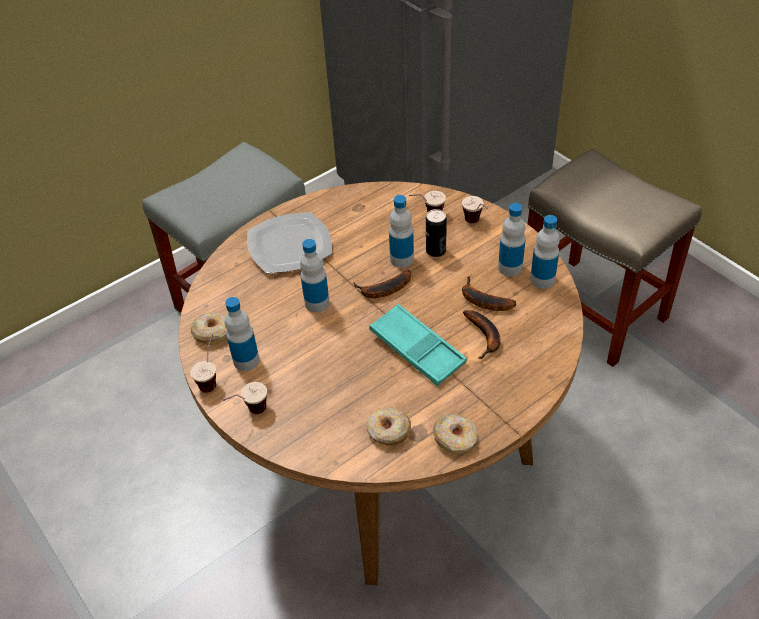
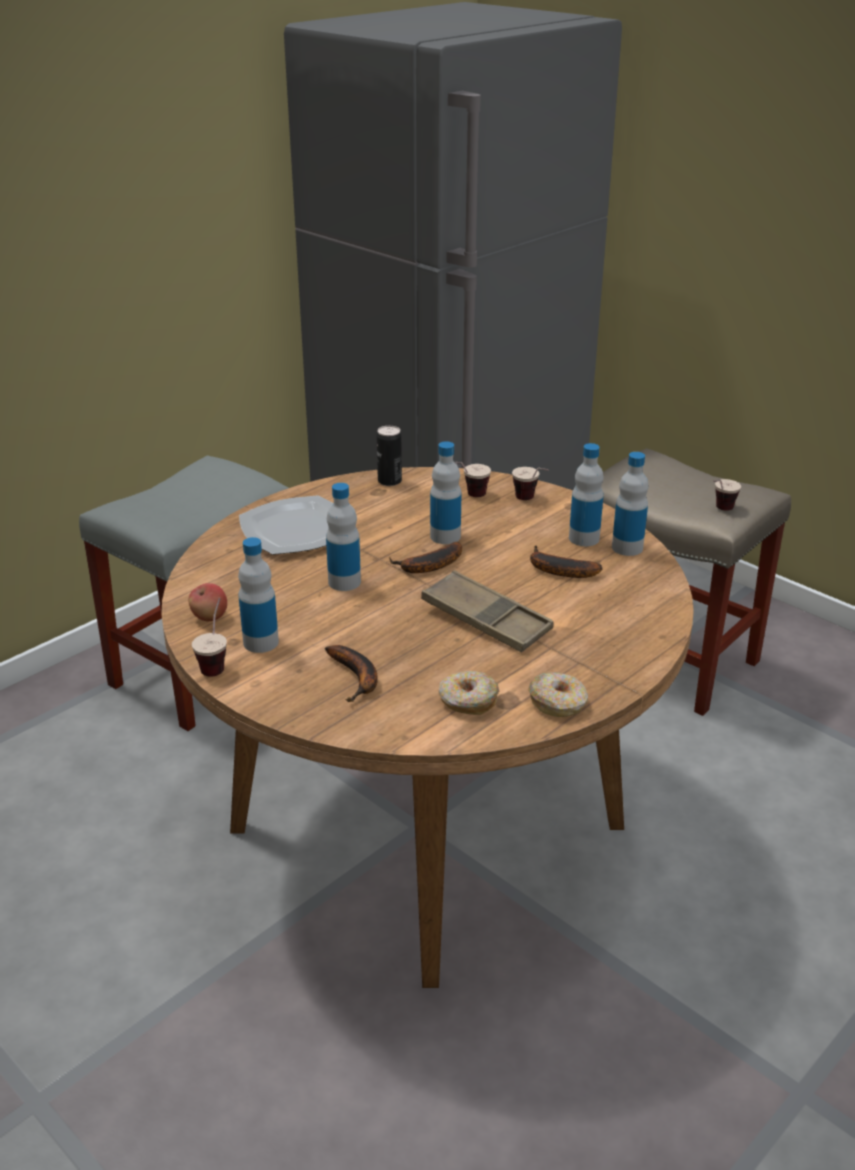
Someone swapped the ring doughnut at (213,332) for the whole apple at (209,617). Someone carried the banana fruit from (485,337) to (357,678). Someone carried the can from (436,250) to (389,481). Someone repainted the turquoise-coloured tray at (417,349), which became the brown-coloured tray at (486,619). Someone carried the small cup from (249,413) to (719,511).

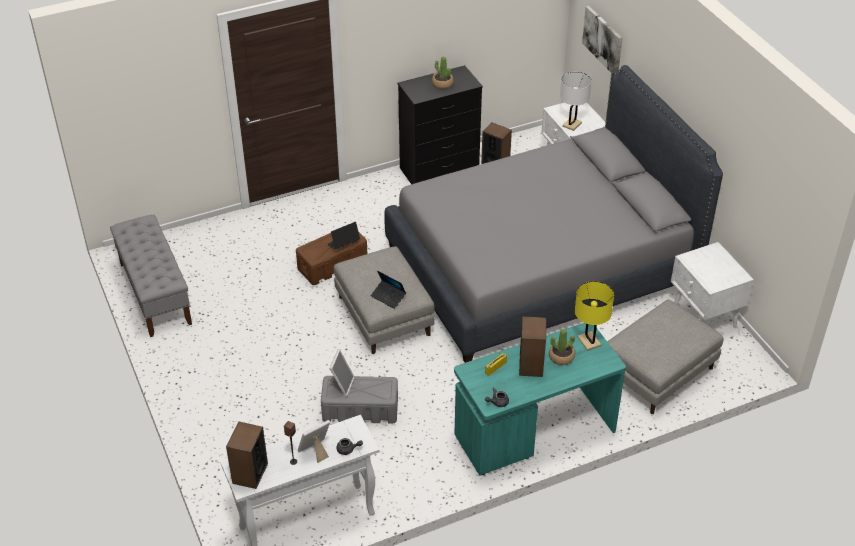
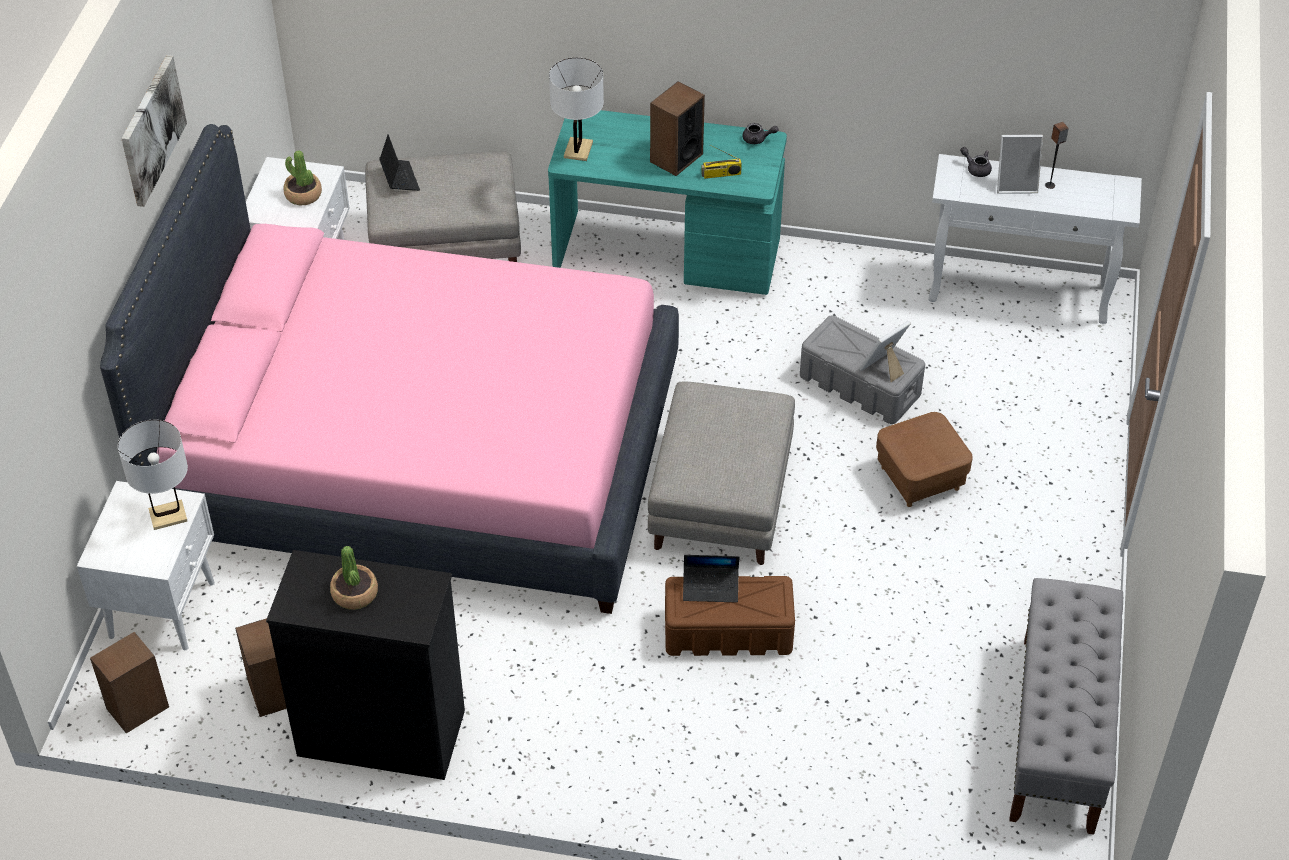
Someone carried the audio speaker from (249,473) to (138,708). Someone repainted the gray bed at (541,266), which became the pinkish bed at (420,456). Someone carried the wall picture from (603,40) to (151,130). Someone carried the potted plant from (561,357) to (303,195). Someone carried the notebook computer from (388,297) to (399,178). Someone repainted the yellowish table lamp at (589,341), which became the white table lamp at (578,150). Someone put down the brown-coloured pouffe at (920,478).

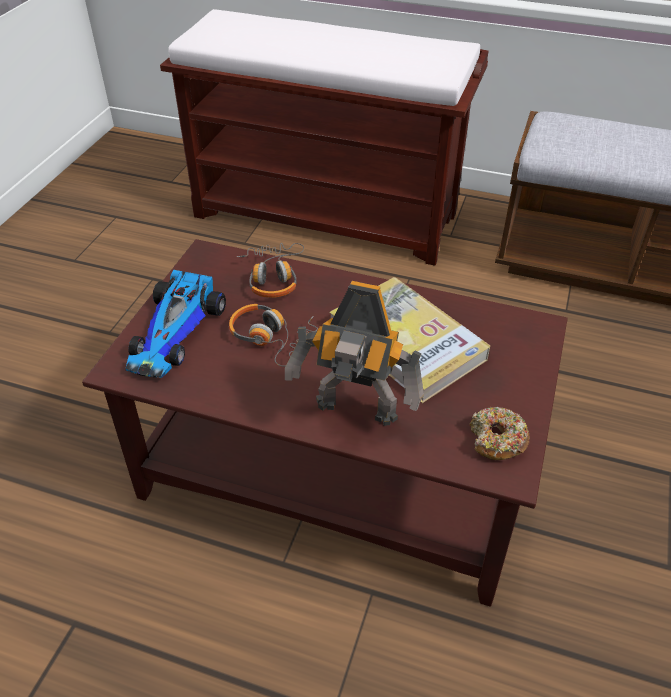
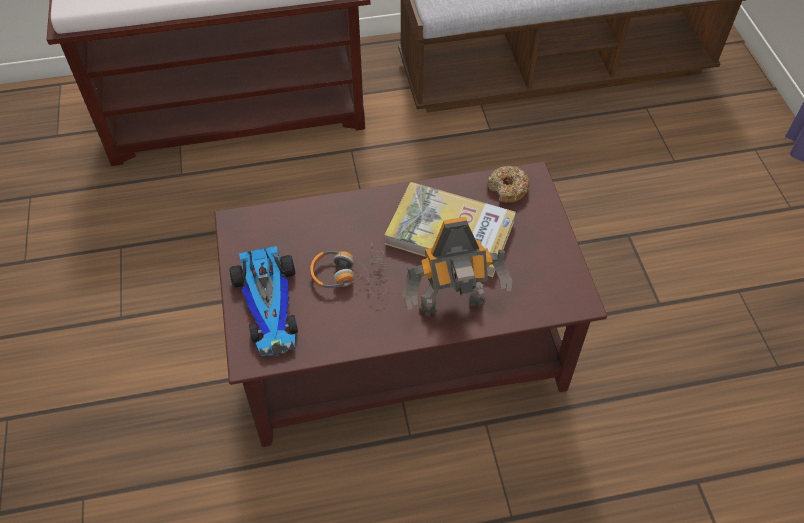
Someone carried the ring doughnut from (496,440) to (508,189). Someone took away the headphones at (273,277).

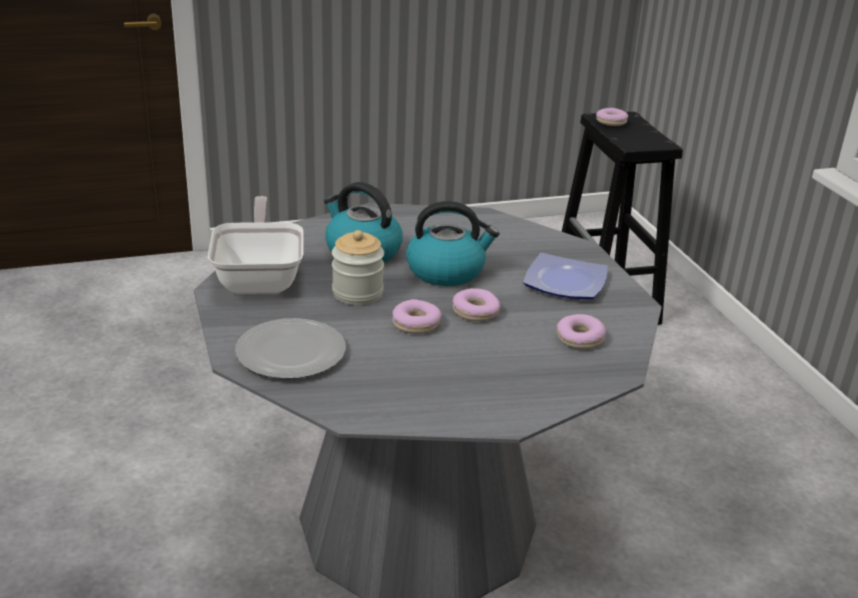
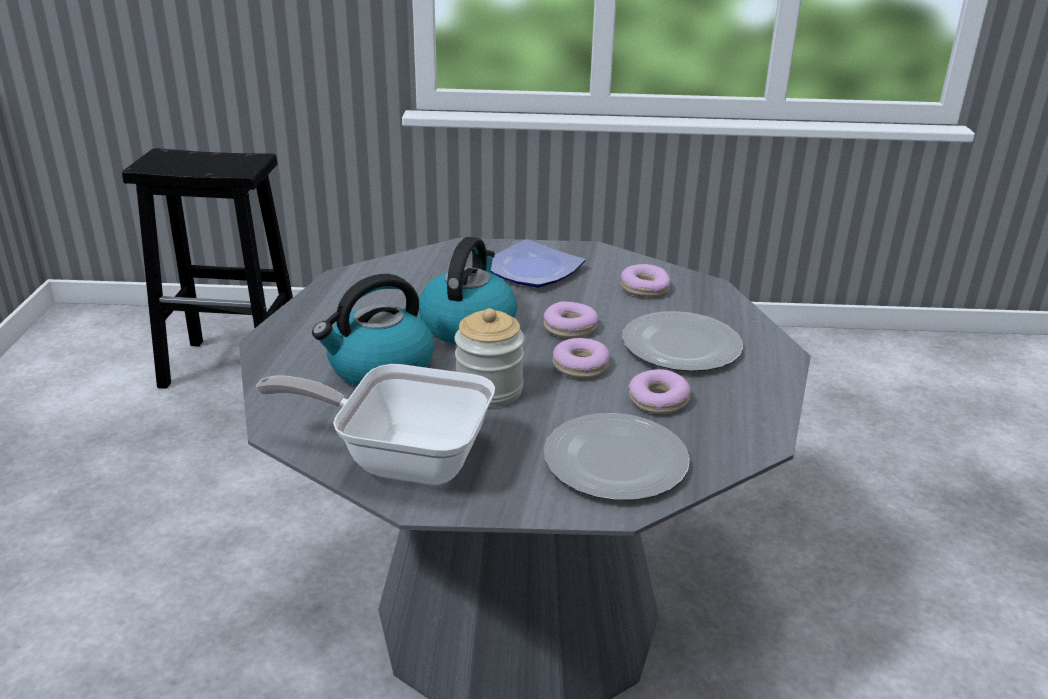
Someone put down the dinner plate at (682,345). Someone carried the ring doughnut from (611,122) to (658,400).

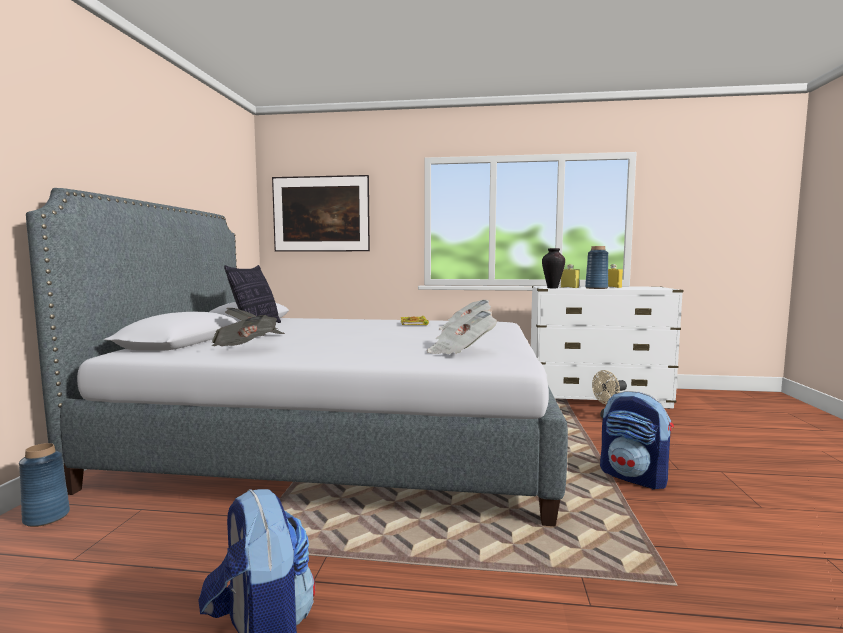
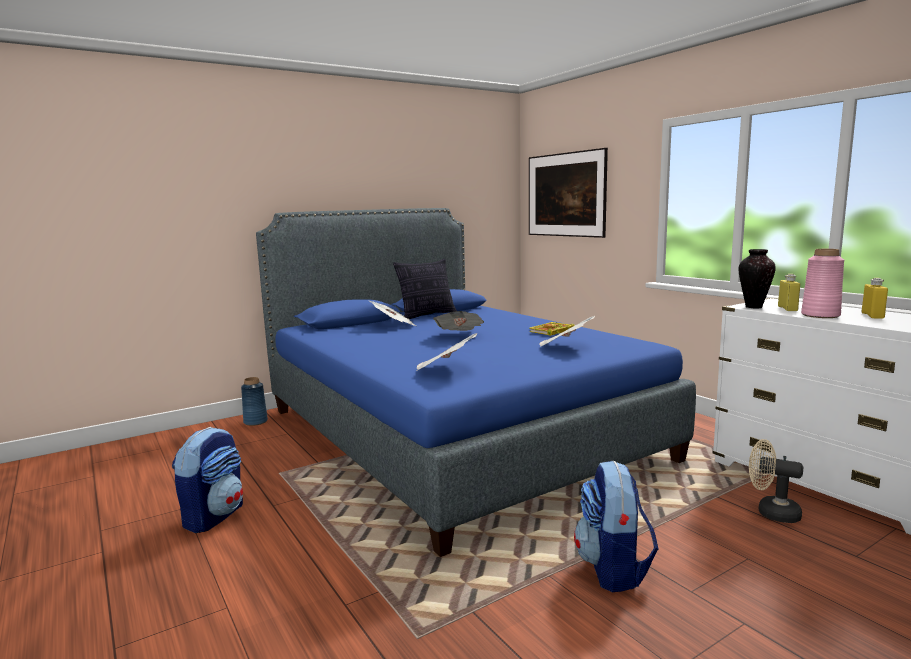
Someone repainted the gray bed at (341,442), which became the blue-coloured bed at (453,433). Someone carried the daily paper from (245,349) to (459,335). Someone repainted the blue-coloured decorative vase at (596,288), which became the pinkish decorative vase at (820,315).

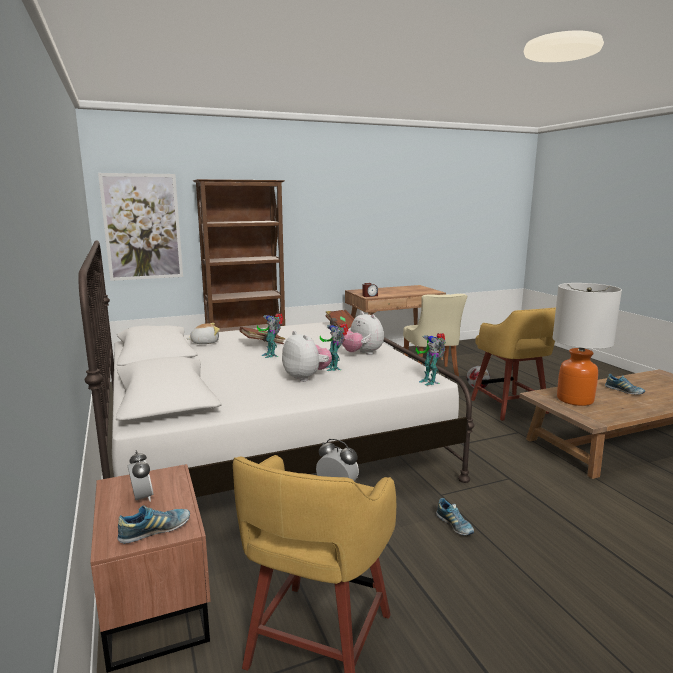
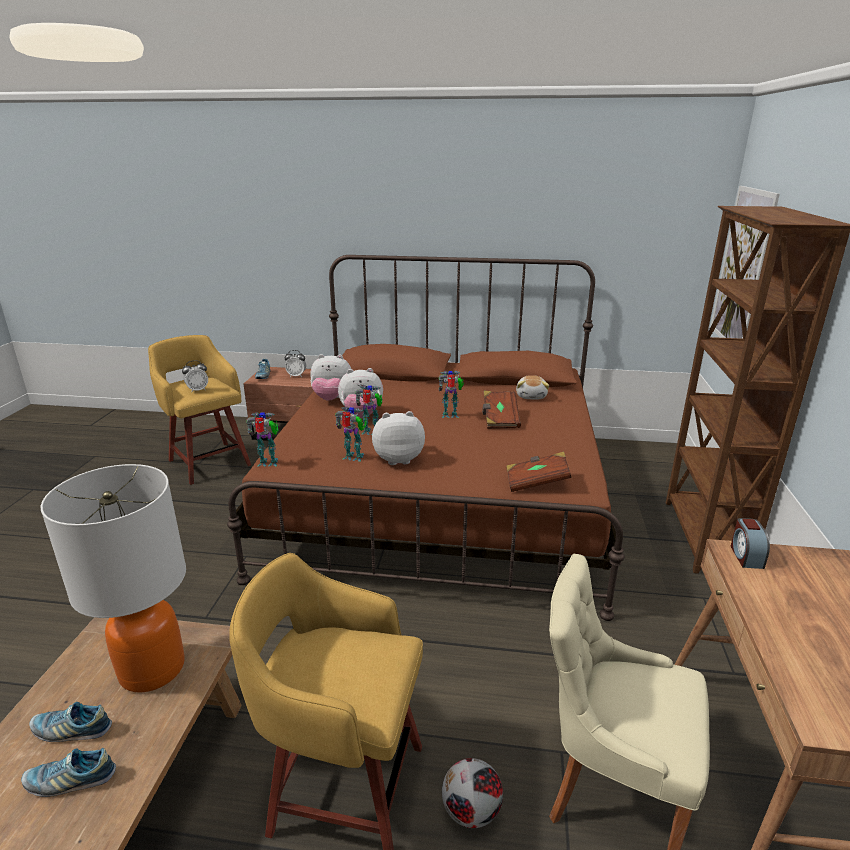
Someone carried the shoe from (454,525) to (72,730). Someone repainted the white bed at (267,443), which became the brown-coloured bed at (440,497). Someone put down the plush toy at (331,399). Someone put down the toy robot at (354,458).

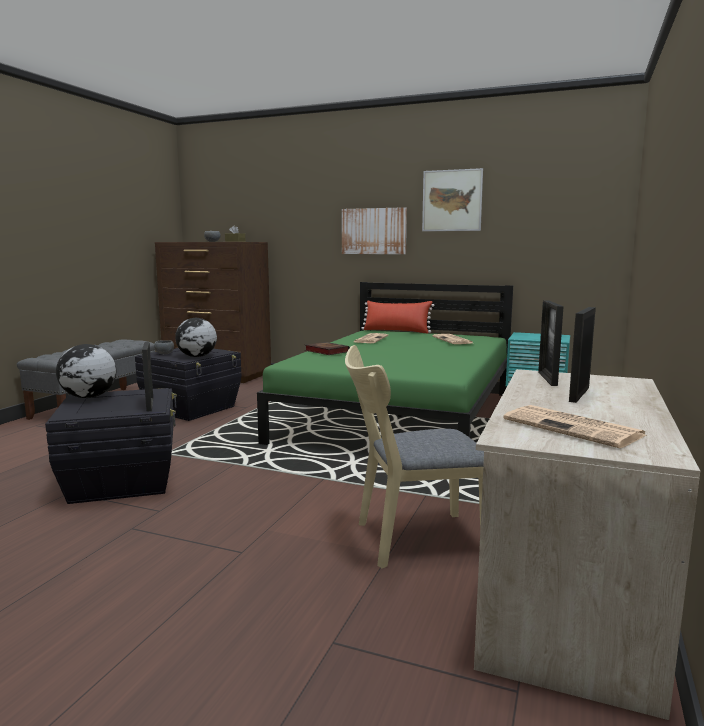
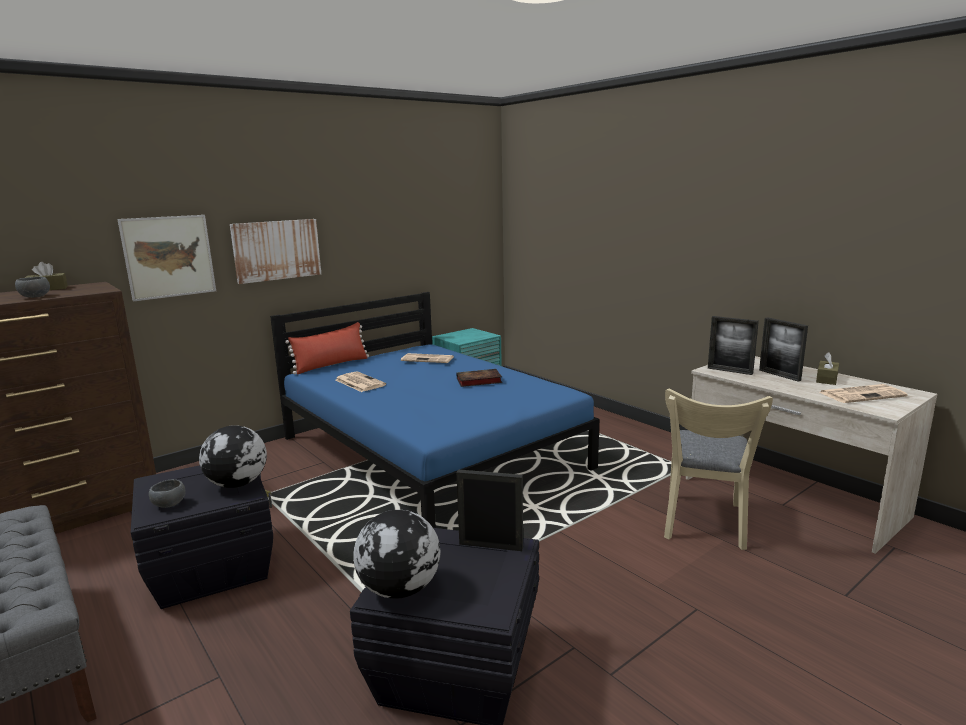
Someone carried the wall picture from (452,200) to (169,257). Someone repainted the green-coloured bed at (401,416), which became the blue-coloured bed at (431,452). Someone carried the book from (325,351) to (478,381). Someone put down the brown-coloured tissue holder at (826,379).

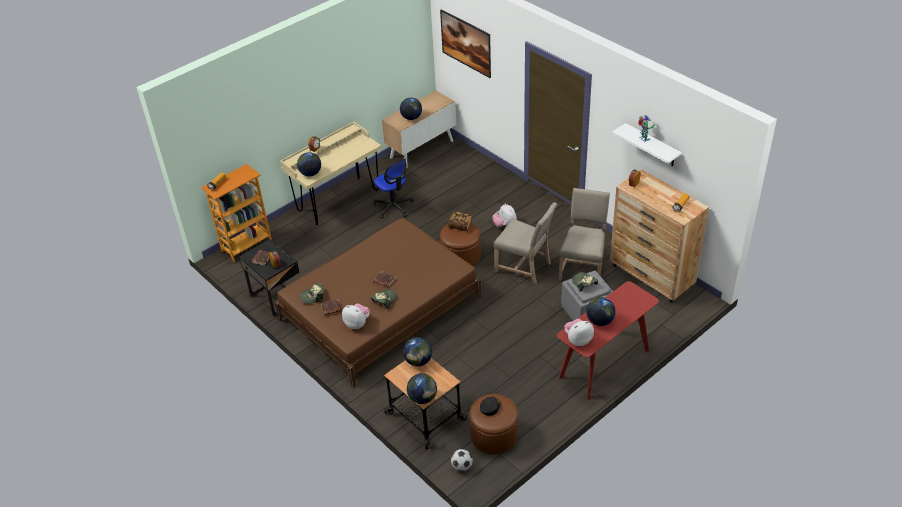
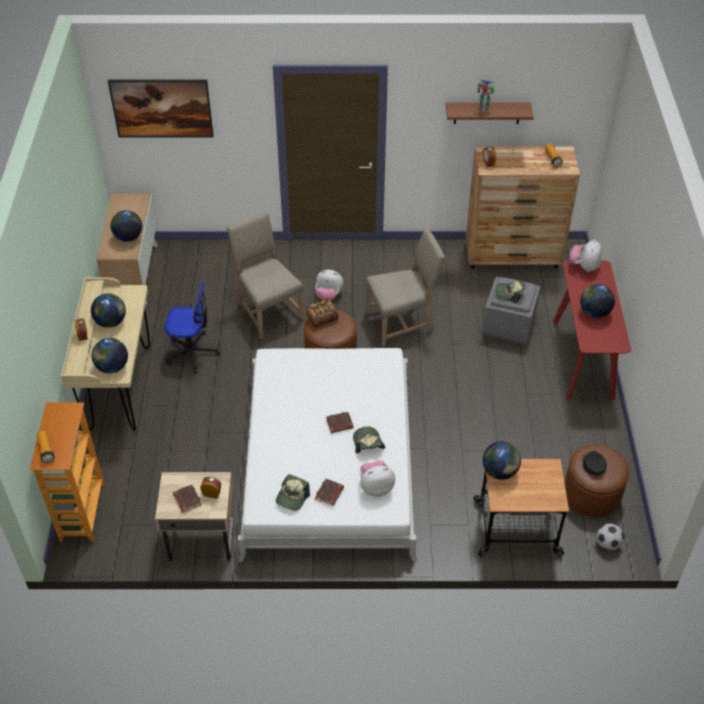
Someone carried the world globe from (423,398) to (111,322). Someone repainted the black-coloured bedside table at (276,296), which became the beige-coloured bedside table at (201,538). Someone carried the beige-coloured plain chair from (583,267) to (268,311). Someone repainted the brown-coloured bed at (380,309), which became the white bed at (329,463). Someone repainted the white shelf at (652,145), which became the brown-coloured shelf at (487,113). Someone carried the plush toy from (578,340) to (584,267).

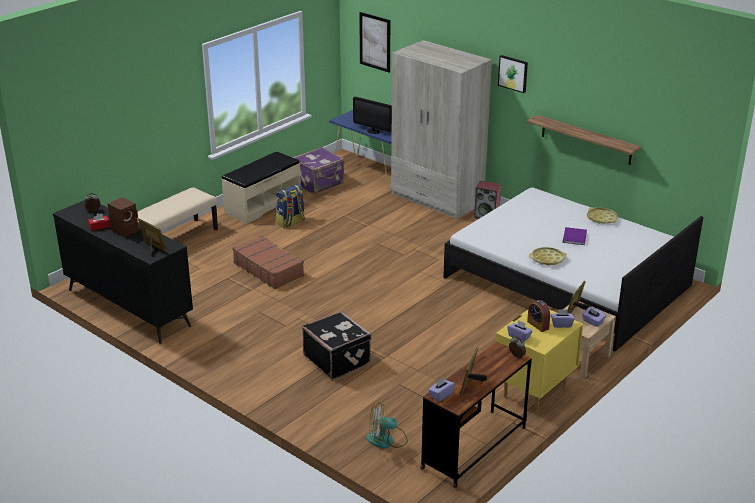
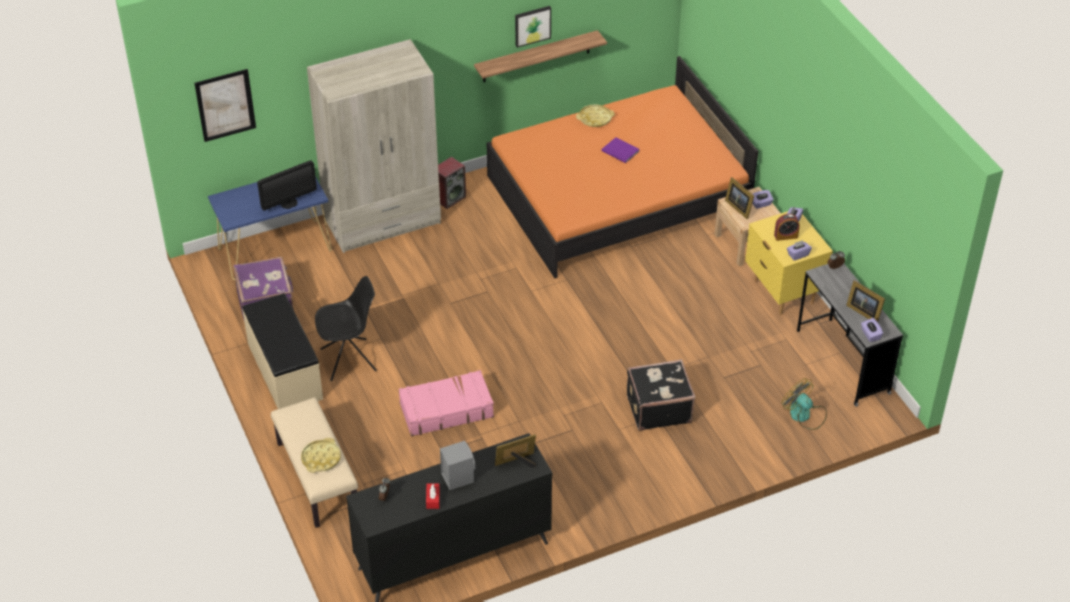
Someone carried the yellowish tray from (547,259) to (321,458). Someone swapped the rucksack at (291,223) for the black-coloured plain chair at (350,359). Someone repainted the brown-coloured suitcase at (268,269), which became the pinkish suitcase at (446,410). Someone repainted the brown-coloured audio speaker at (126,230), which became the gray audio speaker at (457,477). Someone repainted the white bed at (567,281), which became the orangey bed at (617,195). Someone carried the wall picture from (513,73) to (532,25). Someone rotated the electric fan at (386,440) by 120 degrees clockwise. Someone repainted the brown-coloured desk table at (474,448), which became the gray desk table at (843,362).

